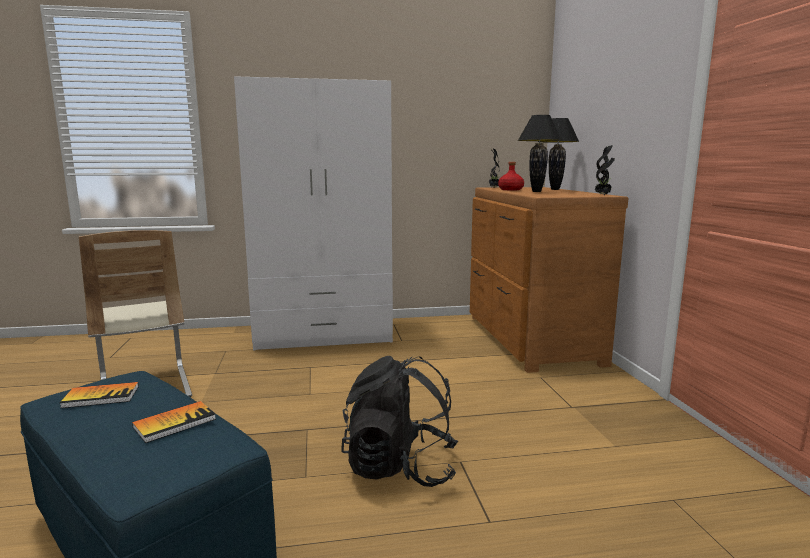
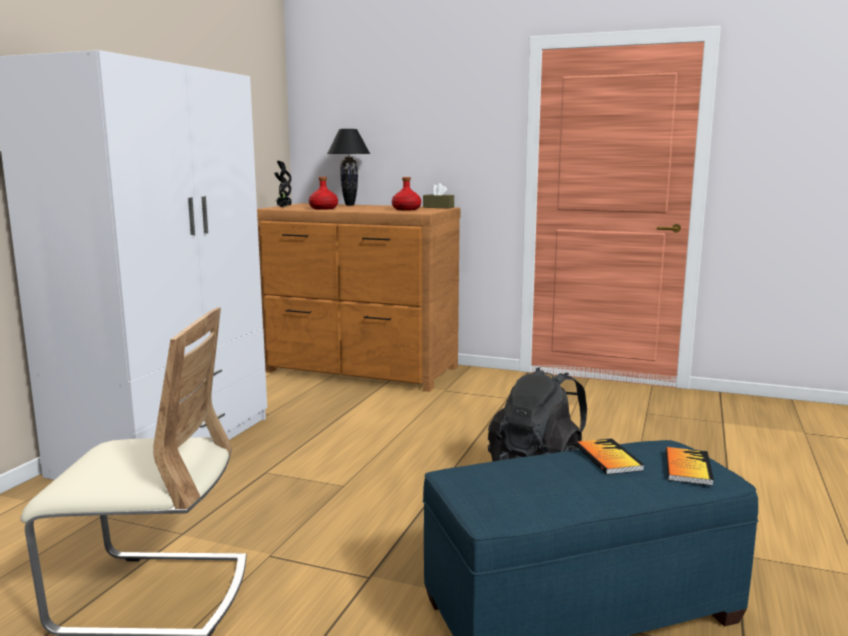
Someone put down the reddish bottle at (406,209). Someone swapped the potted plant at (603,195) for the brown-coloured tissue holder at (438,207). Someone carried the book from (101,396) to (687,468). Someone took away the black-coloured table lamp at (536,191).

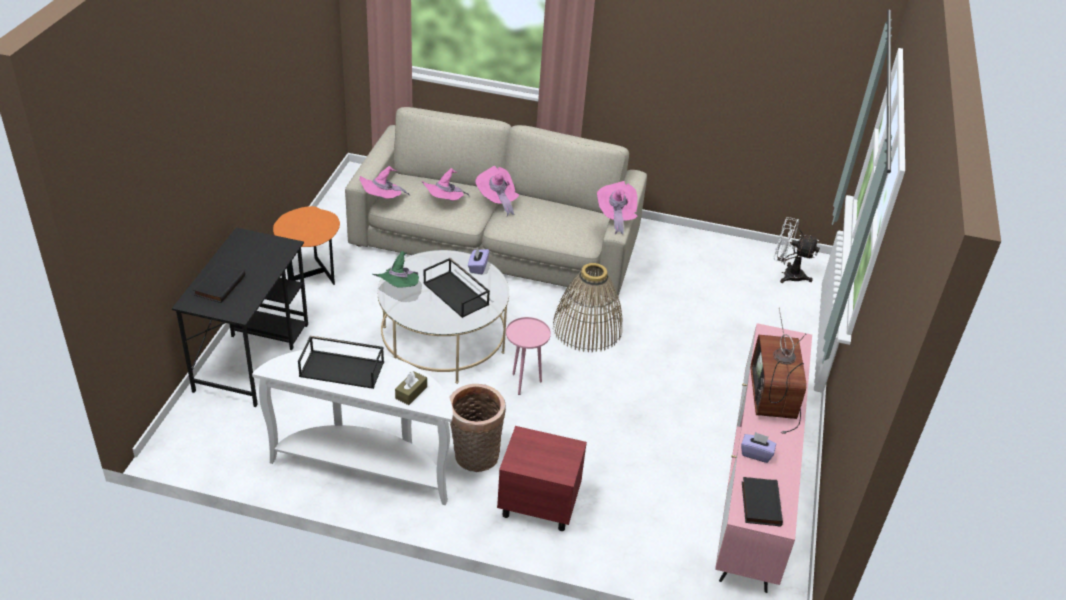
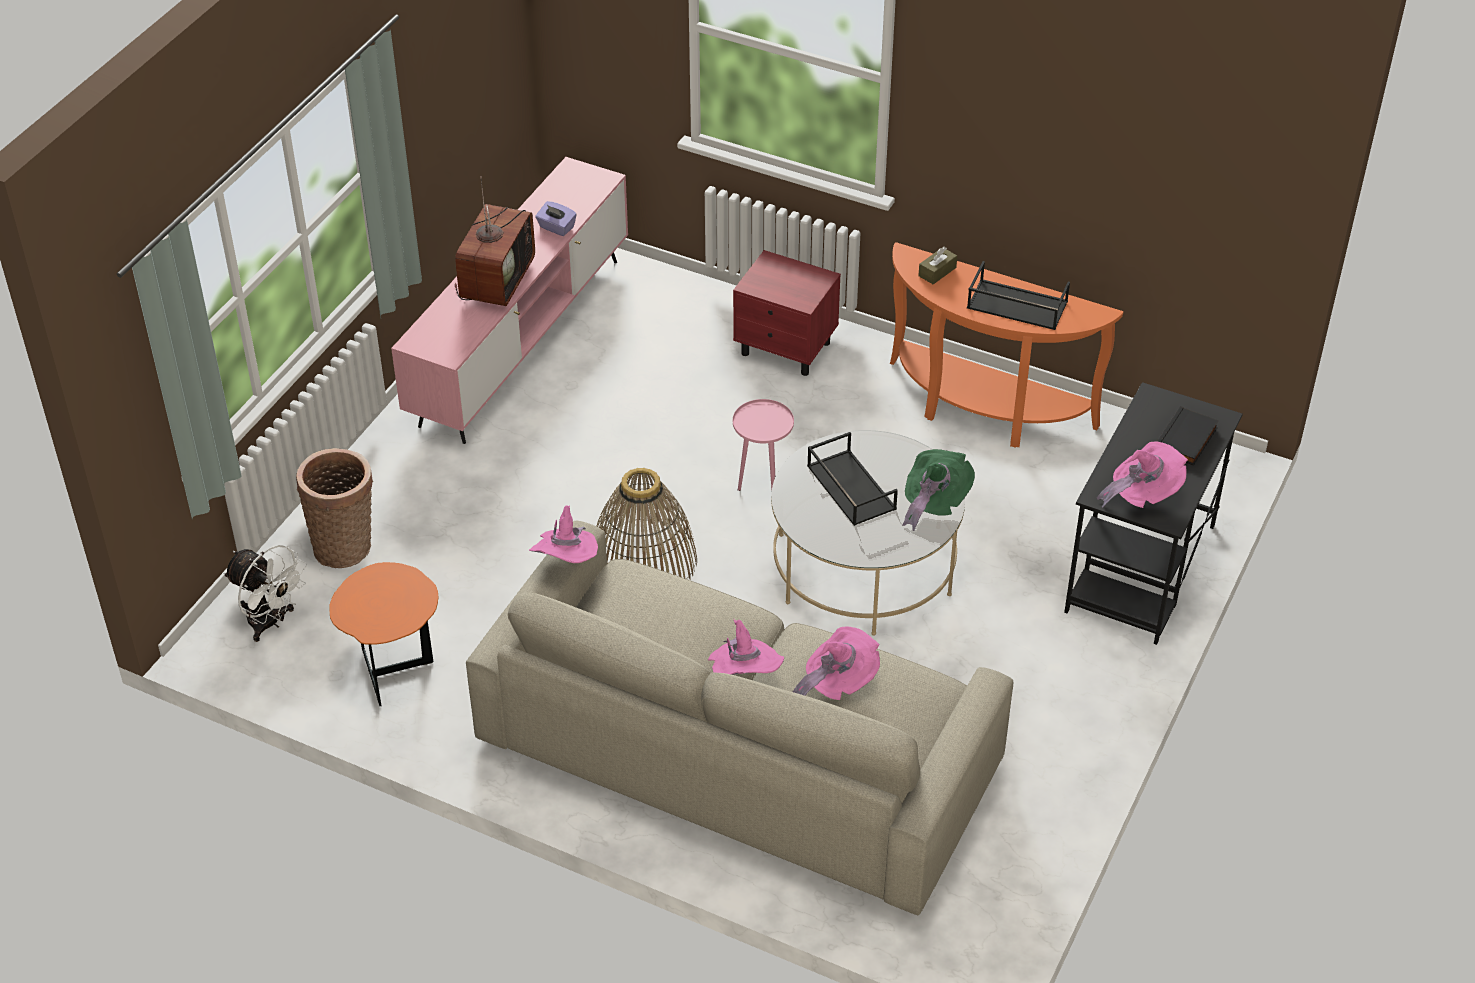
Someone carried the household basket from (474,458) to (345,545). Someone carried the orangey accent table from (311,276) to (394,671). Someone repainted the white hall table at (365,465), which became the orangey hall table at (983,411). Someone carried the pinkish wearable hat from (382,200) to (1143,493). Someone took away the purple-coloured tissue holder at (478,267). Someone took away the black-coloured book at (759,503).

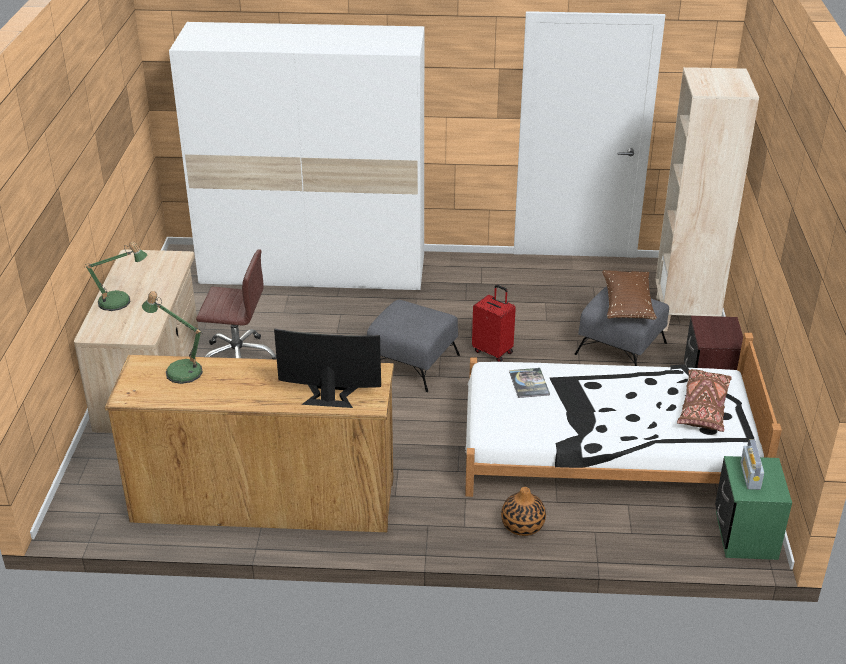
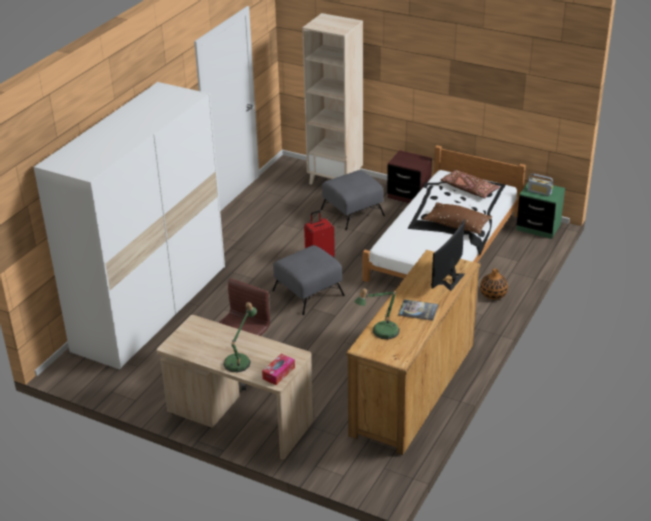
Someone put down the tissue holder at (278,373). Someone carried the book from (529,383) to (418,310). Someone carried the brown-coloured pillow from (627,305) to (457,225).

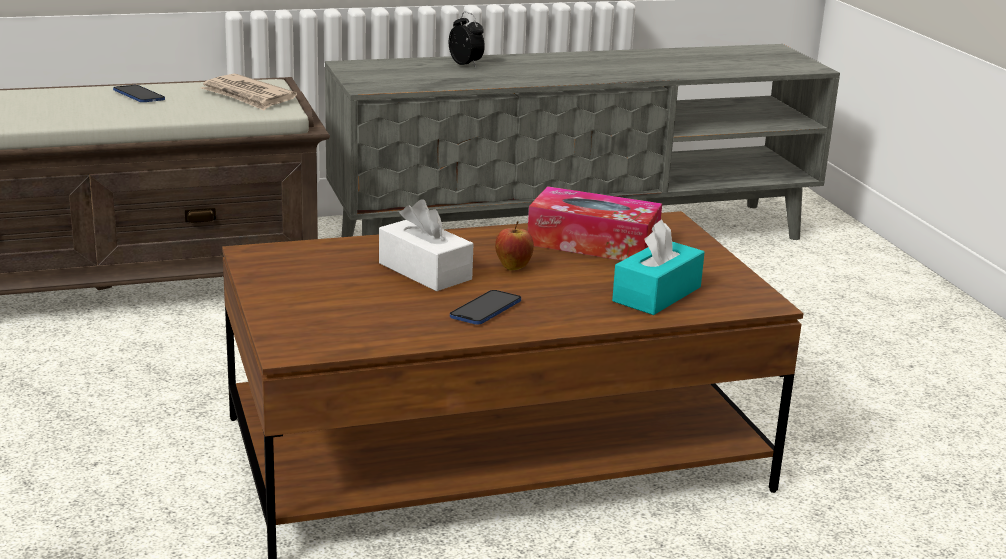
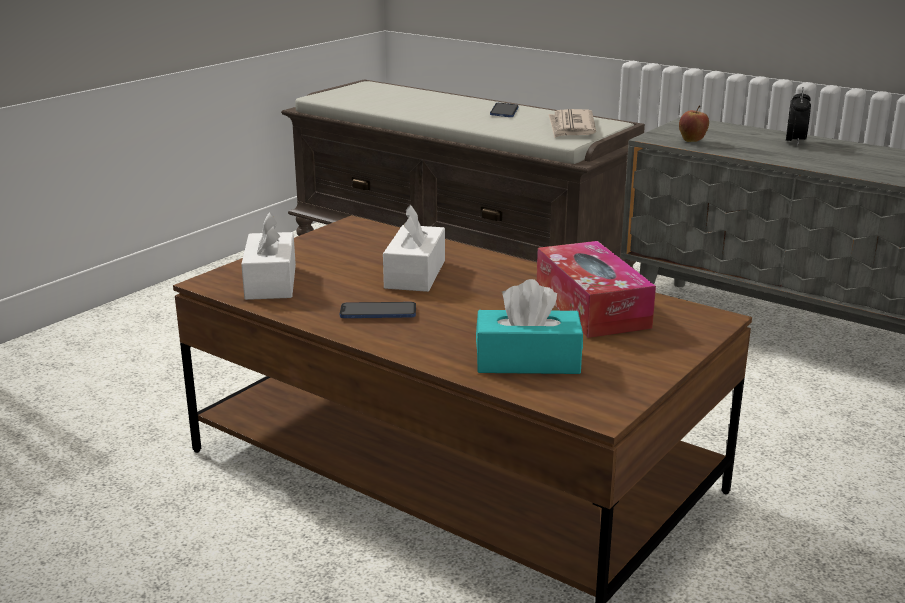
Someone put down the white tissue holder at (271,282). Someone carried the whole apple from (513,267) to (692,141).

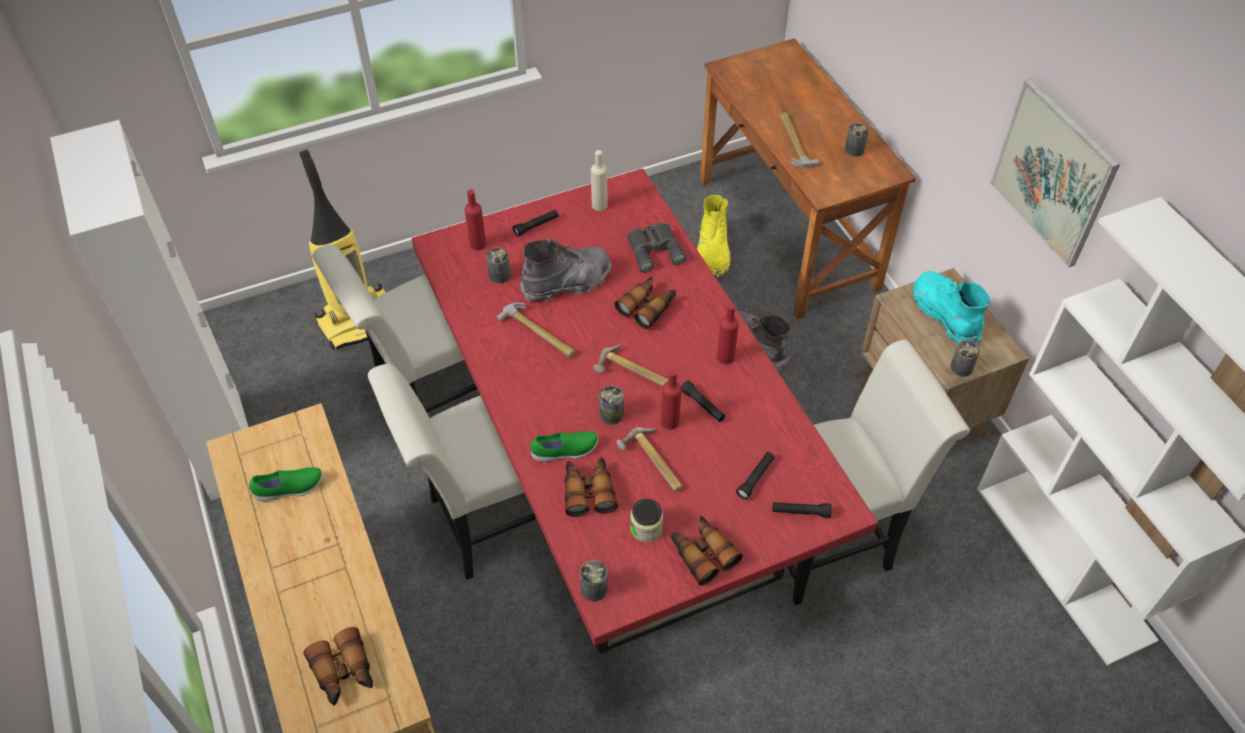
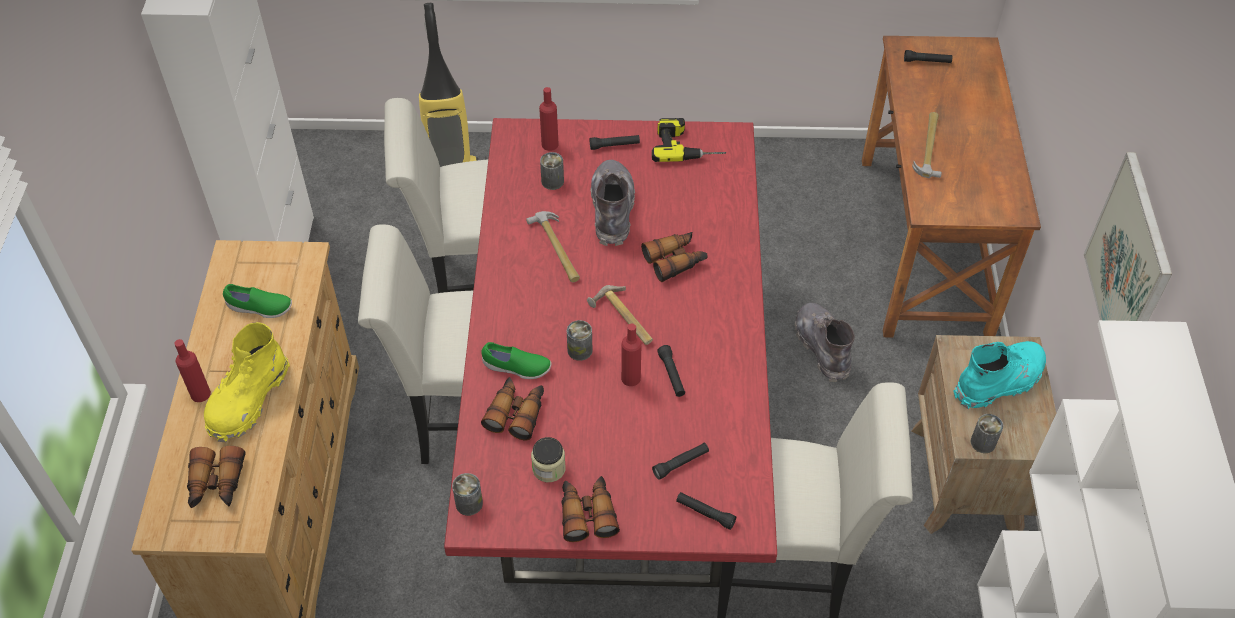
Someone carried the reddish bottle from (725,357) to (200,394). Someone carried the yellowish tall boot from (712,252) to (248,400). Someone rotated the gray tall boot at (567,282) by 90 degrees counterclockwise. Someone swapped the beige-coloured bottle at (599,205) for the power drill at (687,145). Someone put down the black-coloured torch at (927,61). Someone rotated the turquoise-coloured tall boot at (945,315) by 60 degrees clockwise. Someone took away the hand hammer at (652,463). Someone took away the gray field glasses at (654,249). Someone took away the can at (854,150).

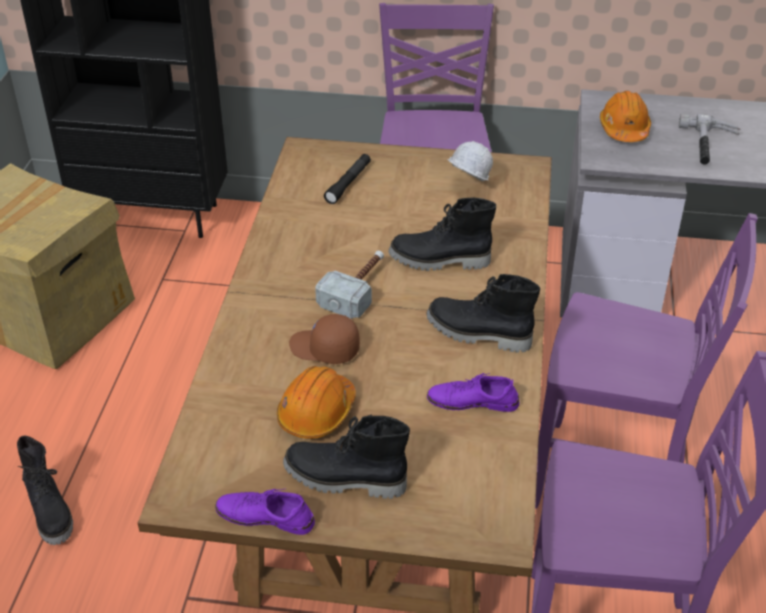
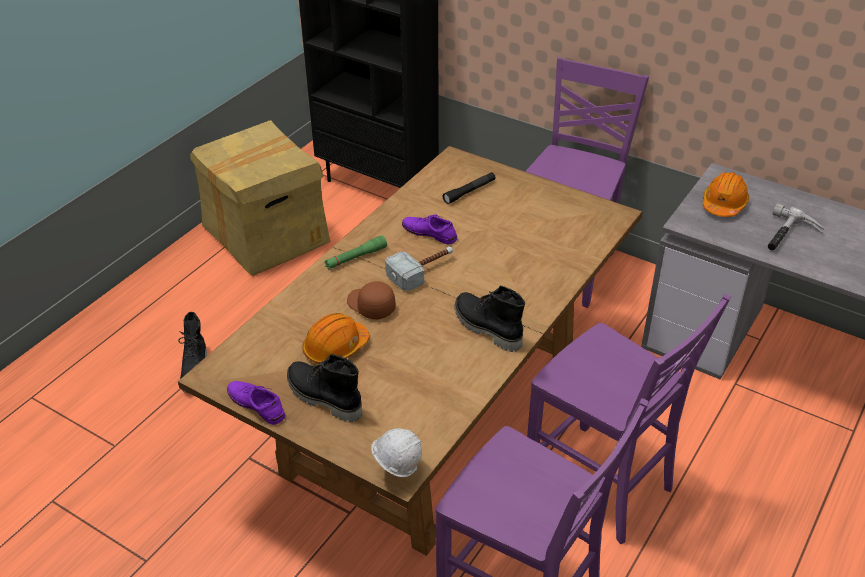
Someone put down the green-coloured torch at (356,258). Someone carried the white hard hat from (467,187) to (396,471). Someone carried the purple-coloured shoe from (472,401) to (429,233). Someone took away the black-coloured tall boot at (439,261).

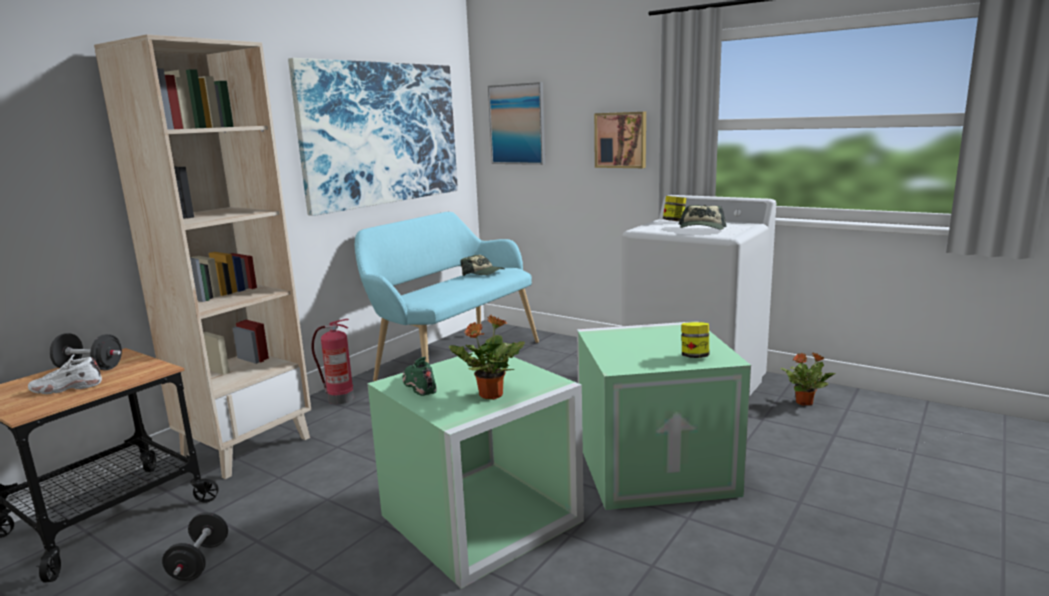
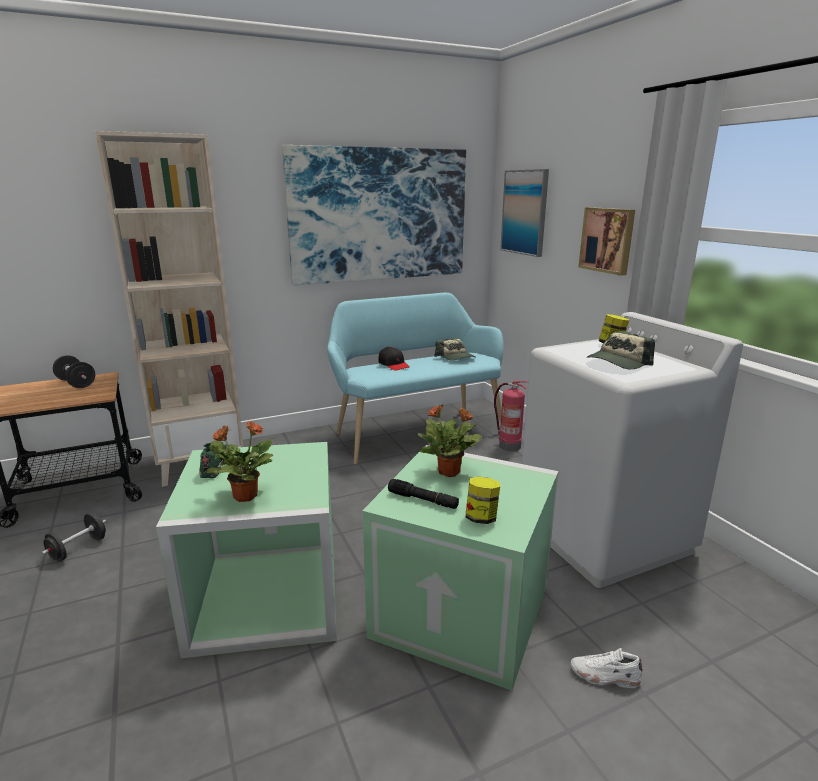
Someone put down the black-coloured peaked cap at (393,364). Someone put down the black-coloured torch at (423,500). Someone carried the potted plant from (805,402) to (450,472). Someone carried the fire-fighting cylinder from (339,399) to (508,446). Someone carried the white shoe from (66,388) to (604,676).

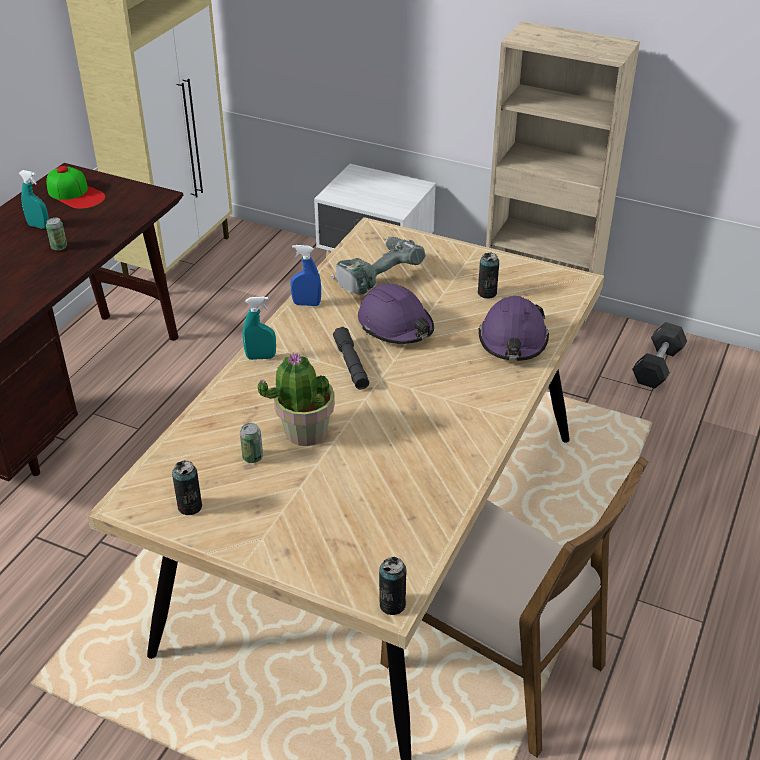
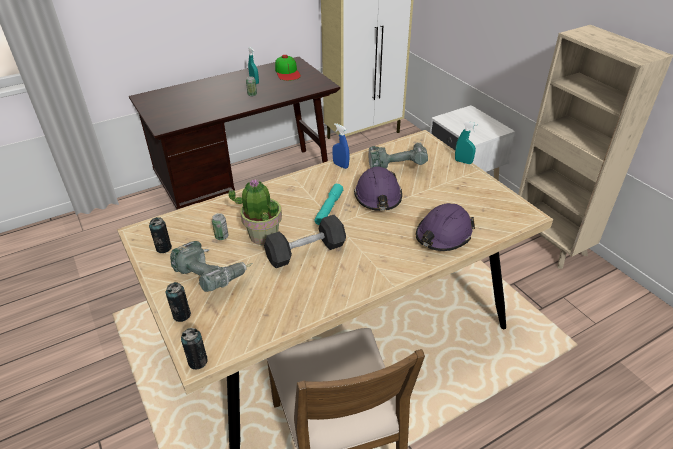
Someone carried the can from (487,293) to (181,315). Someone put down the power drill at (212,276). Someone carried the black-coloured hand weight from (657,366) to (306,252). Someone repainted the gray torch at (351,364), which became the turquoise-coloured torch at (329,208). Someone carried the turquoise-coloured spray bottle from (261,357) to (463,162).

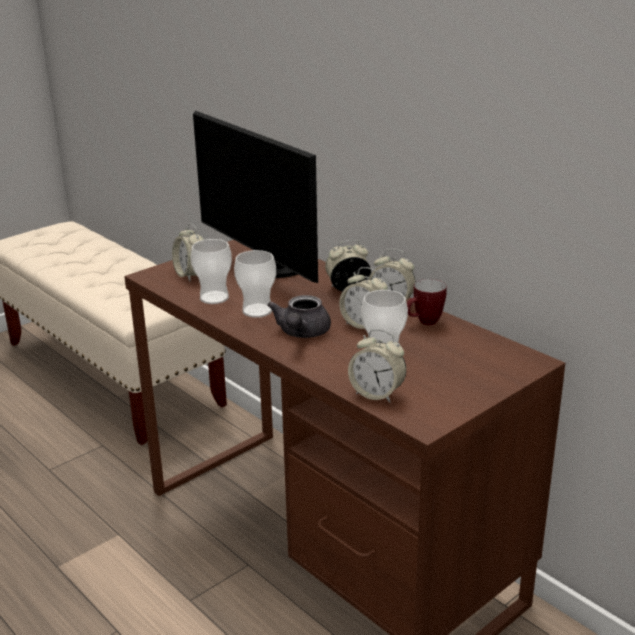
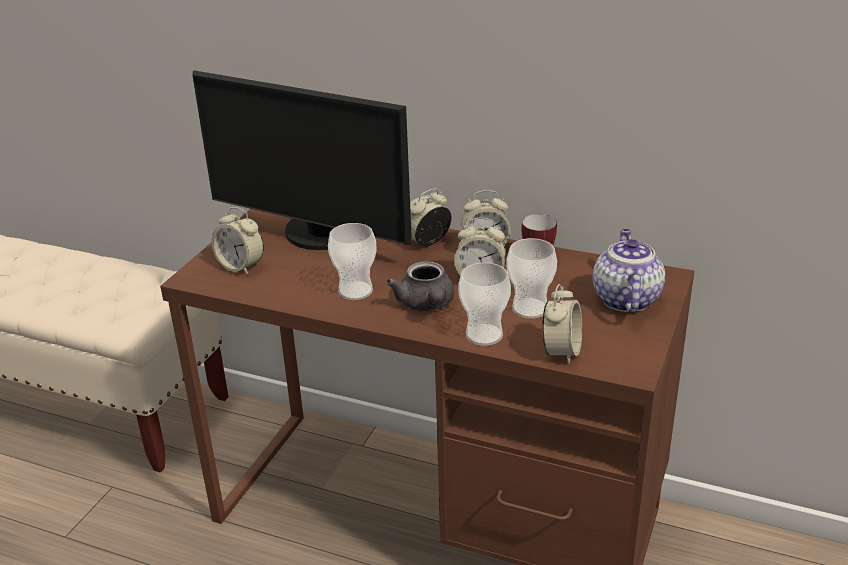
Someone carried the small cup from (214,298) to (484,335). Someone rotated the table clock at (377,394) by 75 degrees counterclockwise. Someone put down the teapot at (625,299).

